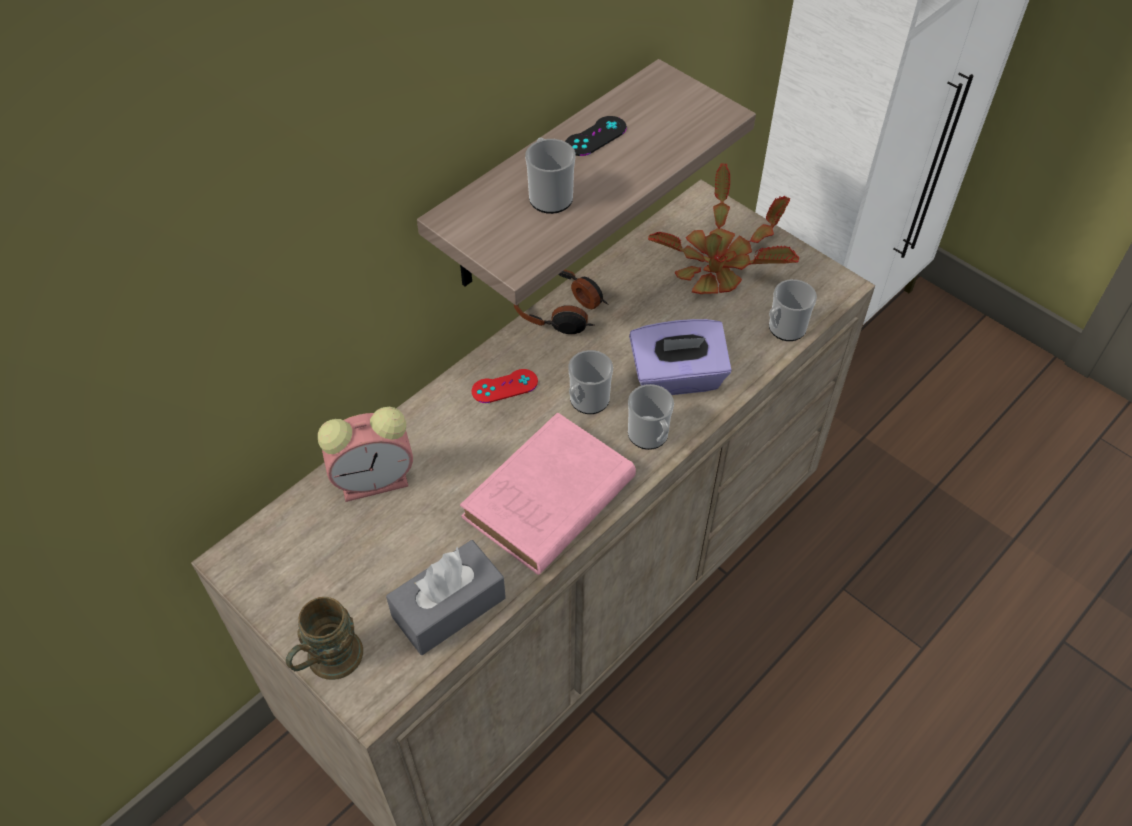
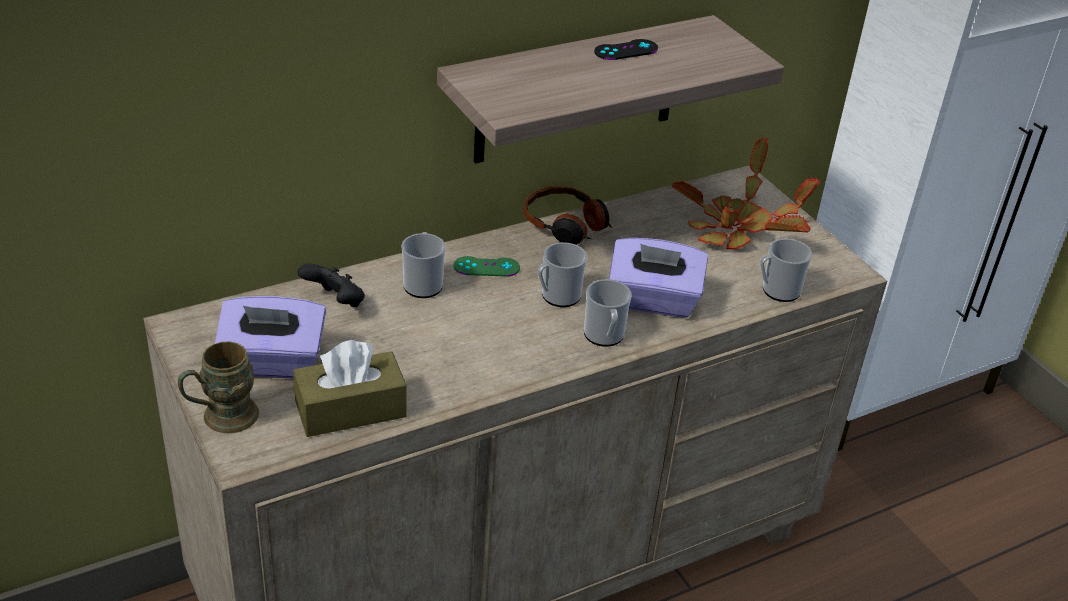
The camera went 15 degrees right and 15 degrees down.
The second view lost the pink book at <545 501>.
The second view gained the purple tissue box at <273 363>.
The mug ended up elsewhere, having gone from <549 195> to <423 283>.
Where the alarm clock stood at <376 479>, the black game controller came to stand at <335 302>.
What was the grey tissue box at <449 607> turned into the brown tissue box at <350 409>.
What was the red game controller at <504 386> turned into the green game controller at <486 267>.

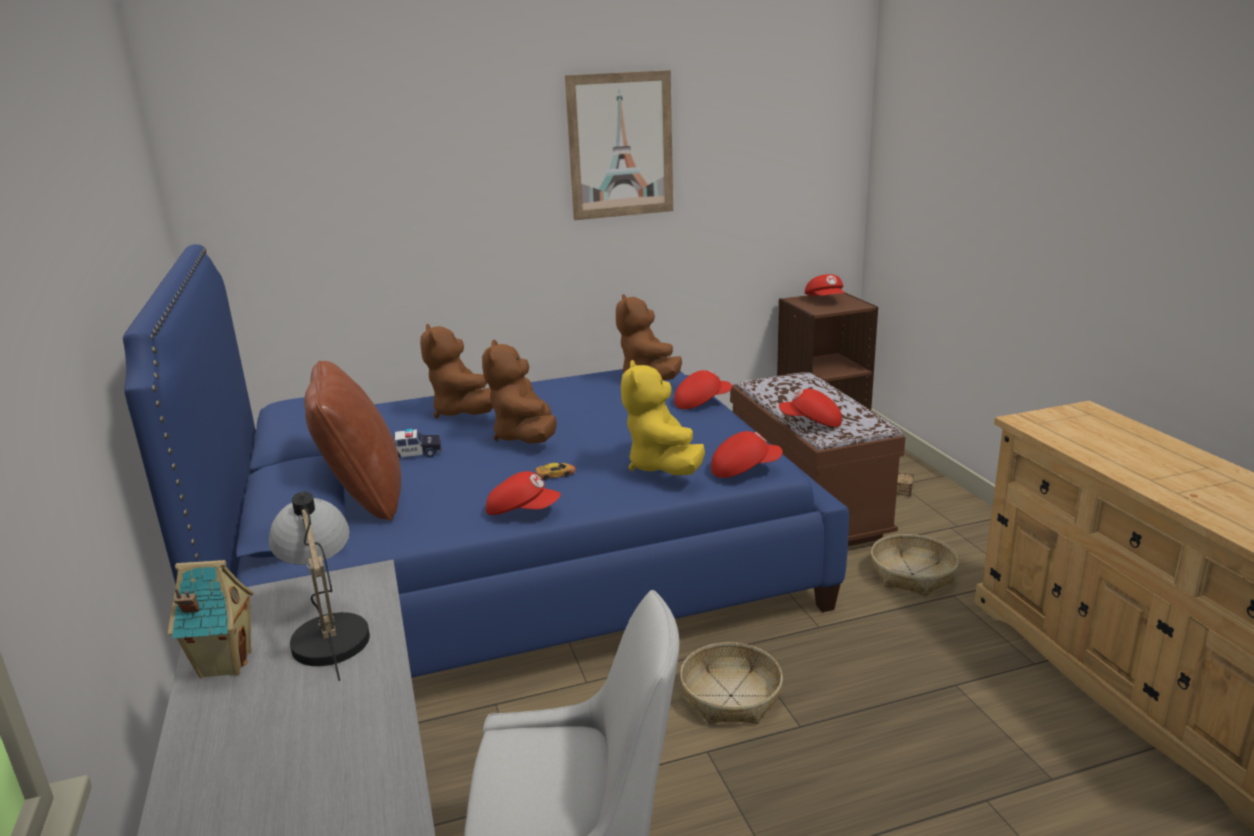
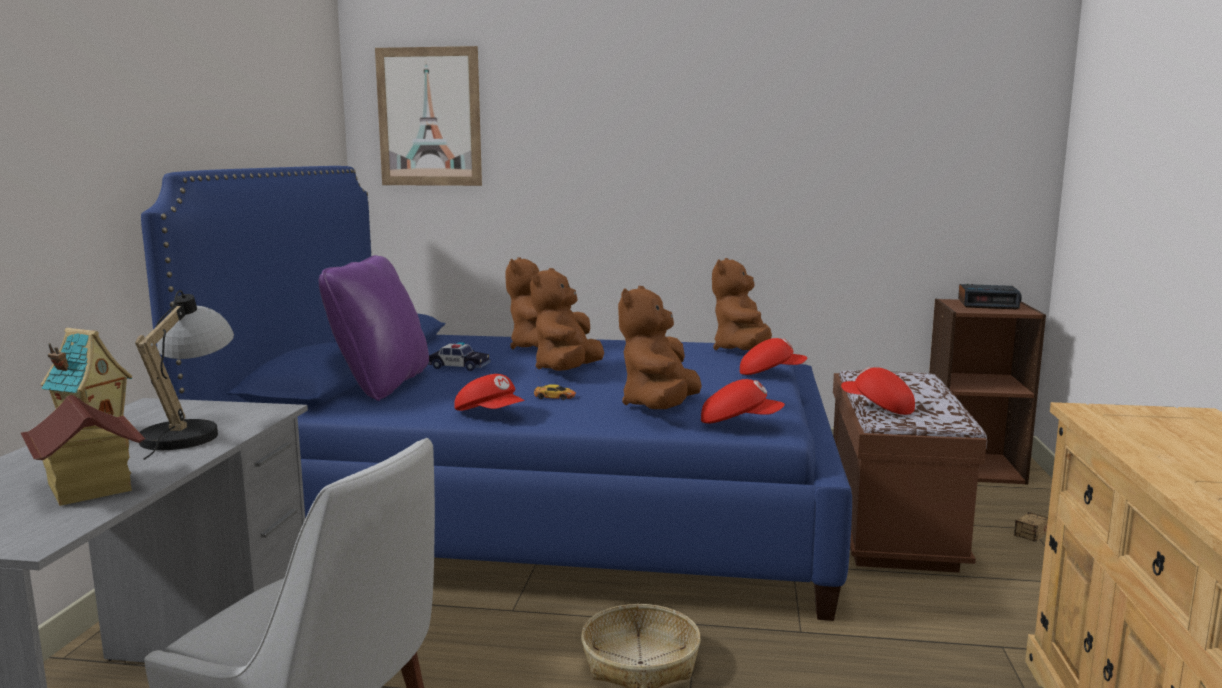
The camera went 25 degrees right and 10 degrees down.
The second view lost the basket at <912 574>.
The second view gained the toy house at <88 488>.
The picture ended up elsewhere, having gone from <620 146> to <429 117>.
Where the red cap stood at <825 300>, the alarm clock came to stand at <988 304>.
What was the brown pillow at <364 497> turned into the purple pillow at <381 385>.
What was the yellow plush toy at <663 467> turned into the brown plush toy at <660 407>.

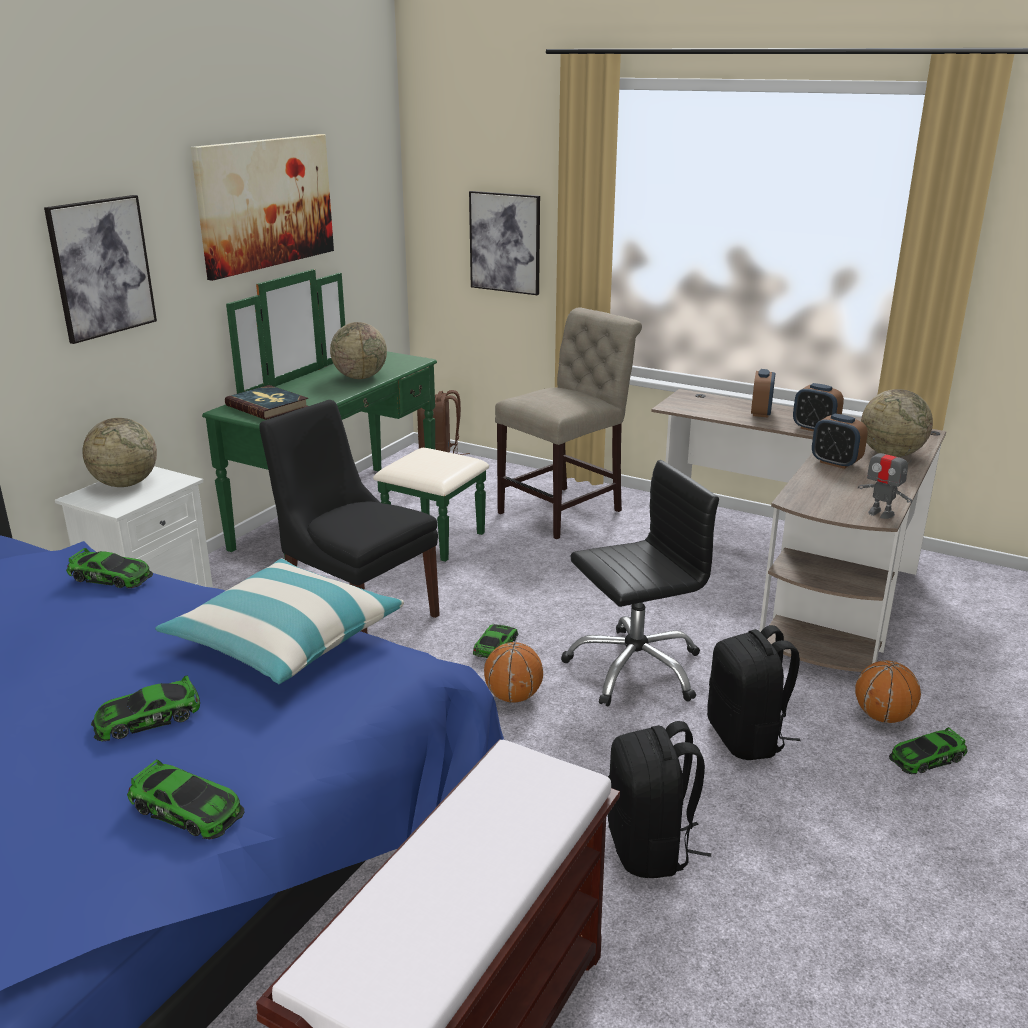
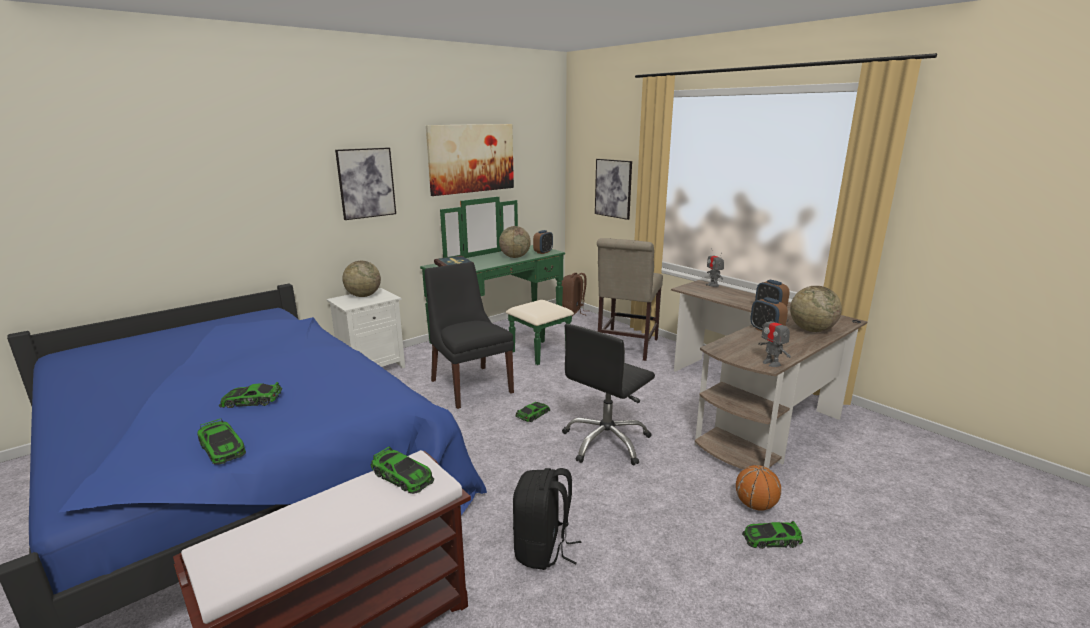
The camera went 20 degrees right and 5 degrees down.
The second view lost the pillow at <285 639>.
The second view lost the basketball at <513 697>.
The second view lost the black backpack at <747 738>.
The second view gained the toy robot at <713 285>.
The toy car ended up elsewhere, having gone from <111 577> to <402 476>.
The alarm clock ended up elsewhere, having gone from <761 413> to <543 252>.
The beige chair at <566 510> ended up facing another way, 135 degrees clockwise from before.
The black office chair at <634 668> ended up facing another way, 135 degrees clockwise from before.

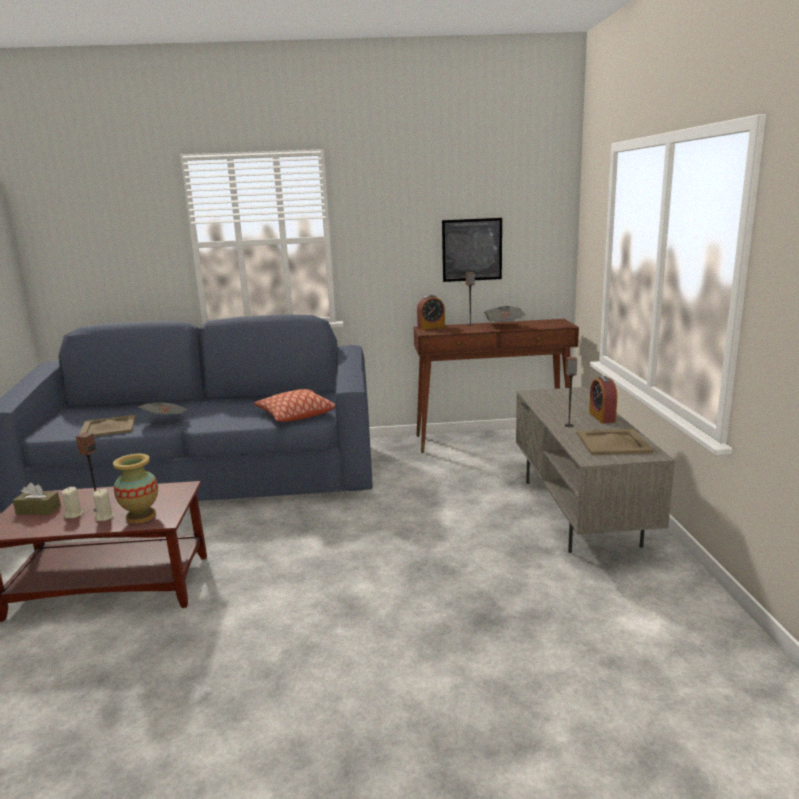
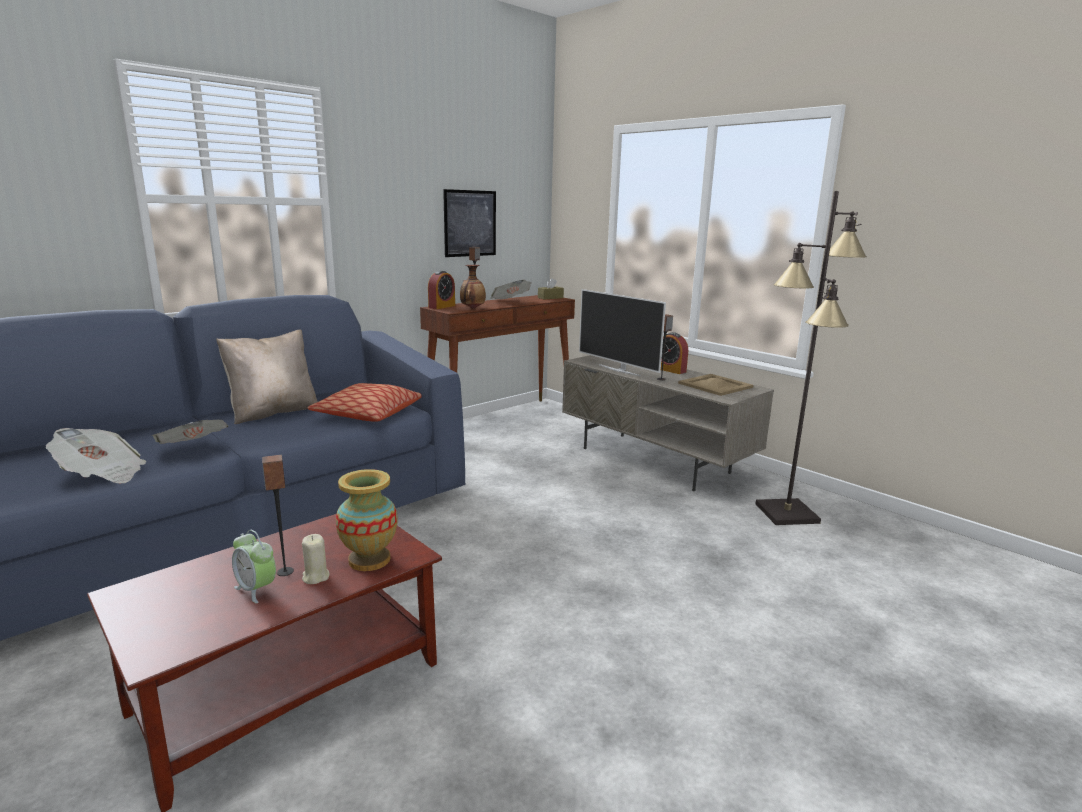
The camera went 40 degrees left and 0 degrees up.
The second view gained the beige pillow at <273 413>.
The second view gained the vase at <472 308>.
The second view gained the television at <619 370>.
The second view gained the black floor lamp at <787 514>.
The brown tissue box ended up elsewhere, having gone from <38 510> to <550 298>.
Where the beige candle stood at <74 514>, the alarm clock came to stand at <256 589>.
Where the beige tray stood at <108 427>, the newspaper came to stand at <102 474>.

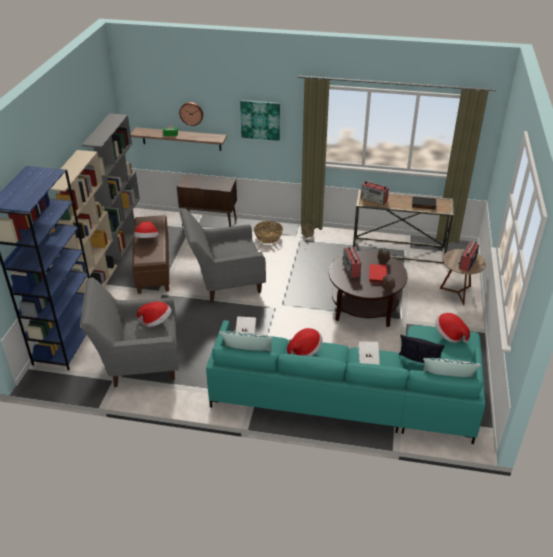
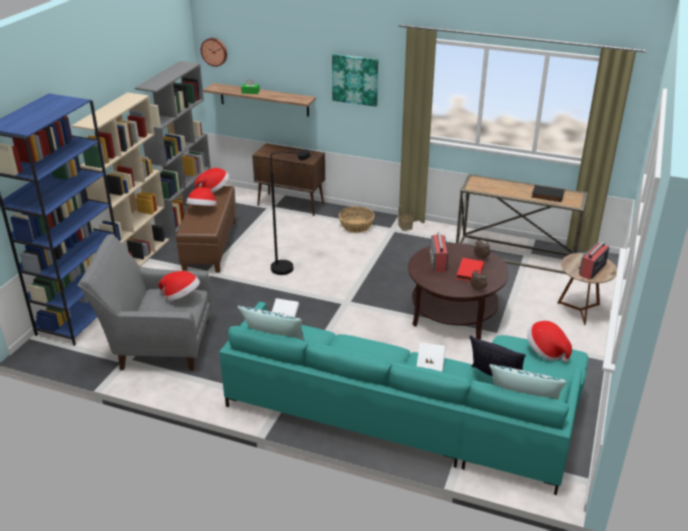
The camera went 10 degrees right and 5 degrees down.
The second view lost the radio at <374 199>.
The wall clock ended up elsewhere, having gone from <191 113> to <214 51>.
The hat ended up elsewhere, having gone from <305 350> to <214 190>.
Where the grey armchair stood at <224 281>, the black floor lamp came to stand at <288 268>.

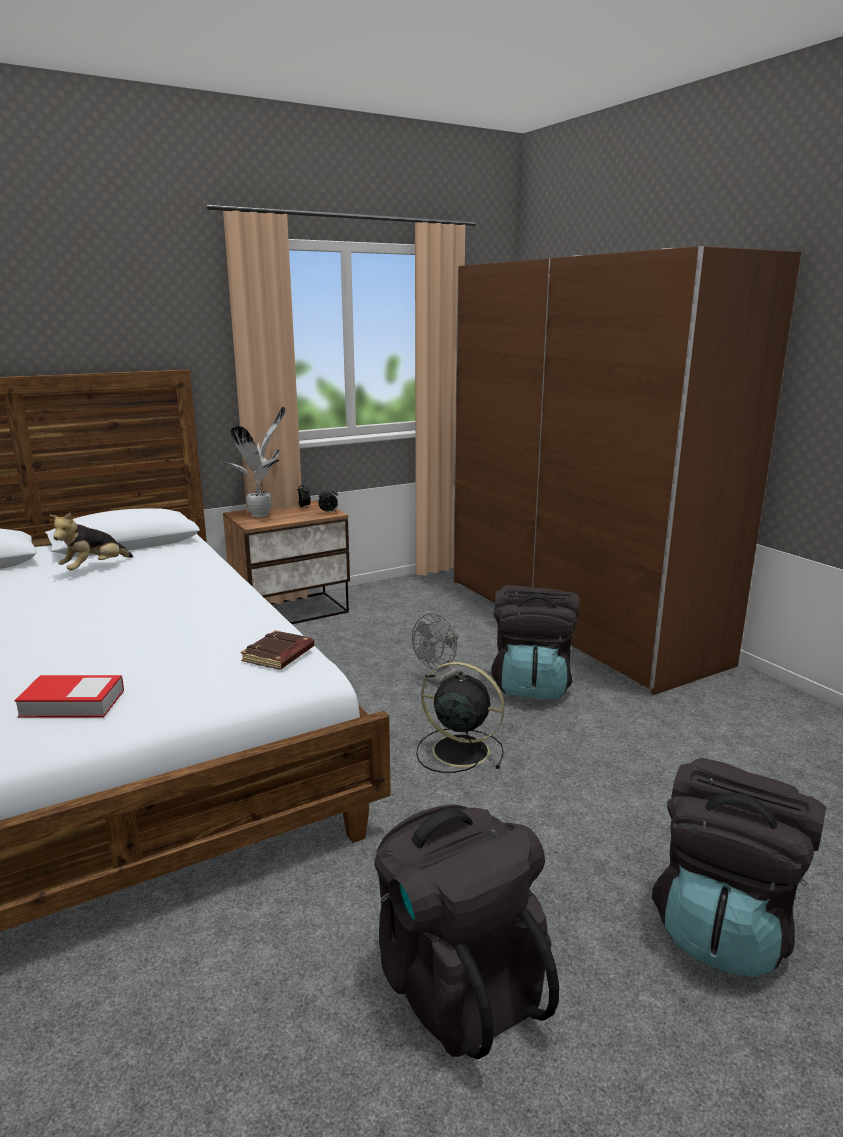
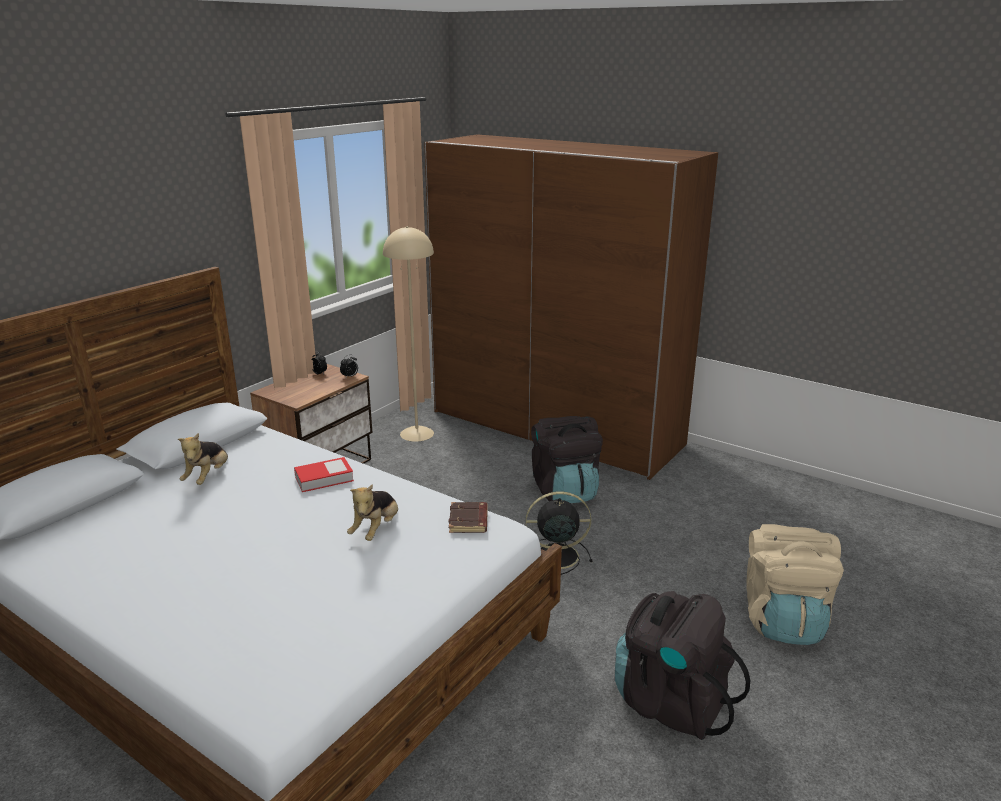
The camera went 25 degrees left and 5 degrees up.
The second view lost the potted plant at <262 515>.
The second view lost the grey fan at <438 679>.
The second view gained the plush toy at <376 529>.
The second view gained the beige floor lamp at <417 433>.
The book ended up elsewhere, having gone from <72 703> to <324 479>.
What was the black backpack at <724 925> turned into the beige backpack at <783 620>.

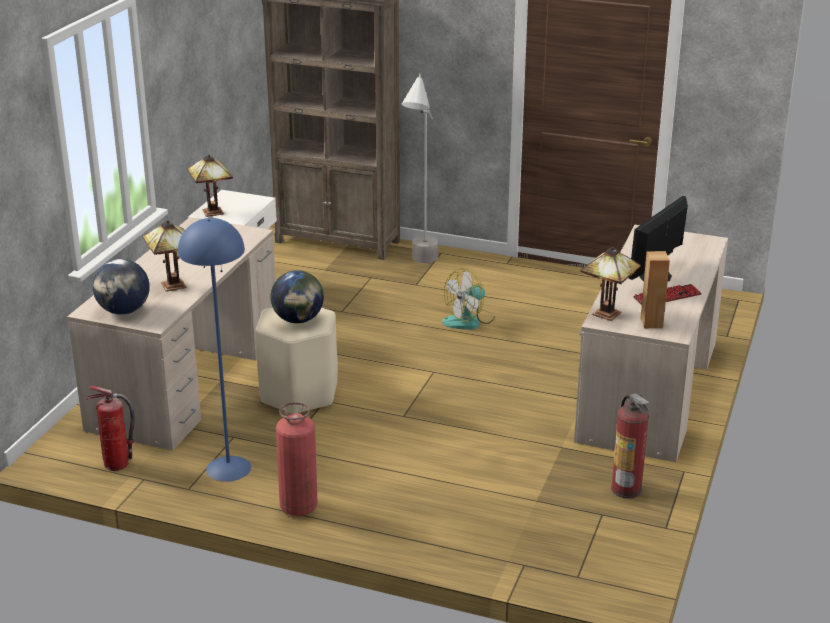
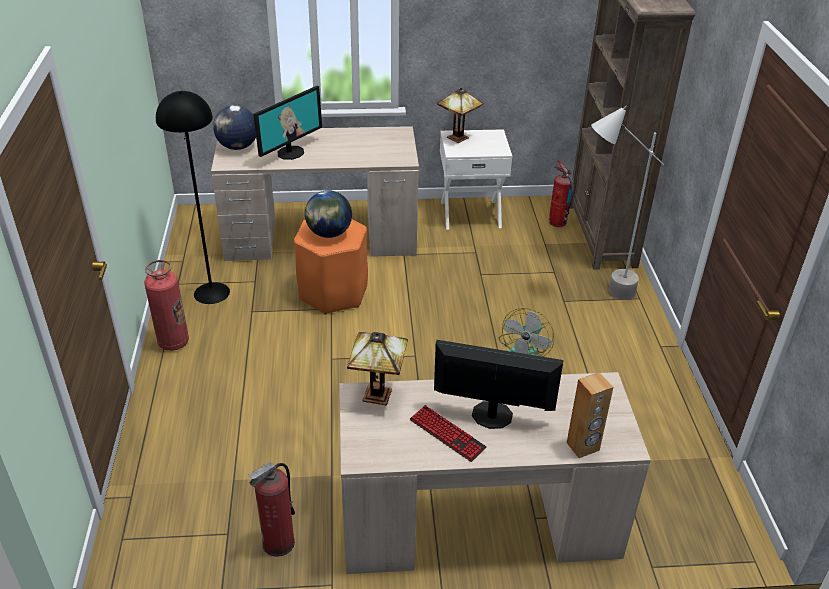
The camera went 65 degrees right and 10 degrees up.
The fire extinguisher ended up elsewhere, having gone from <117 464> to <557 222>.
The brown speaker ended up elsewhere, having gone from <652 323> to <583 447>.
Where the table lamp stood at <172 285>, the monitor came to stand at <290 152>.
What was the blue floor lamp at <228 468> turned into the black floor lamp at <211 292>.
What was the beige stool at <299 394> turned into the orange stool at <333 293>.
The fan at <469 320> ended up facing another way, 90 degrees counterclockwise from before.

